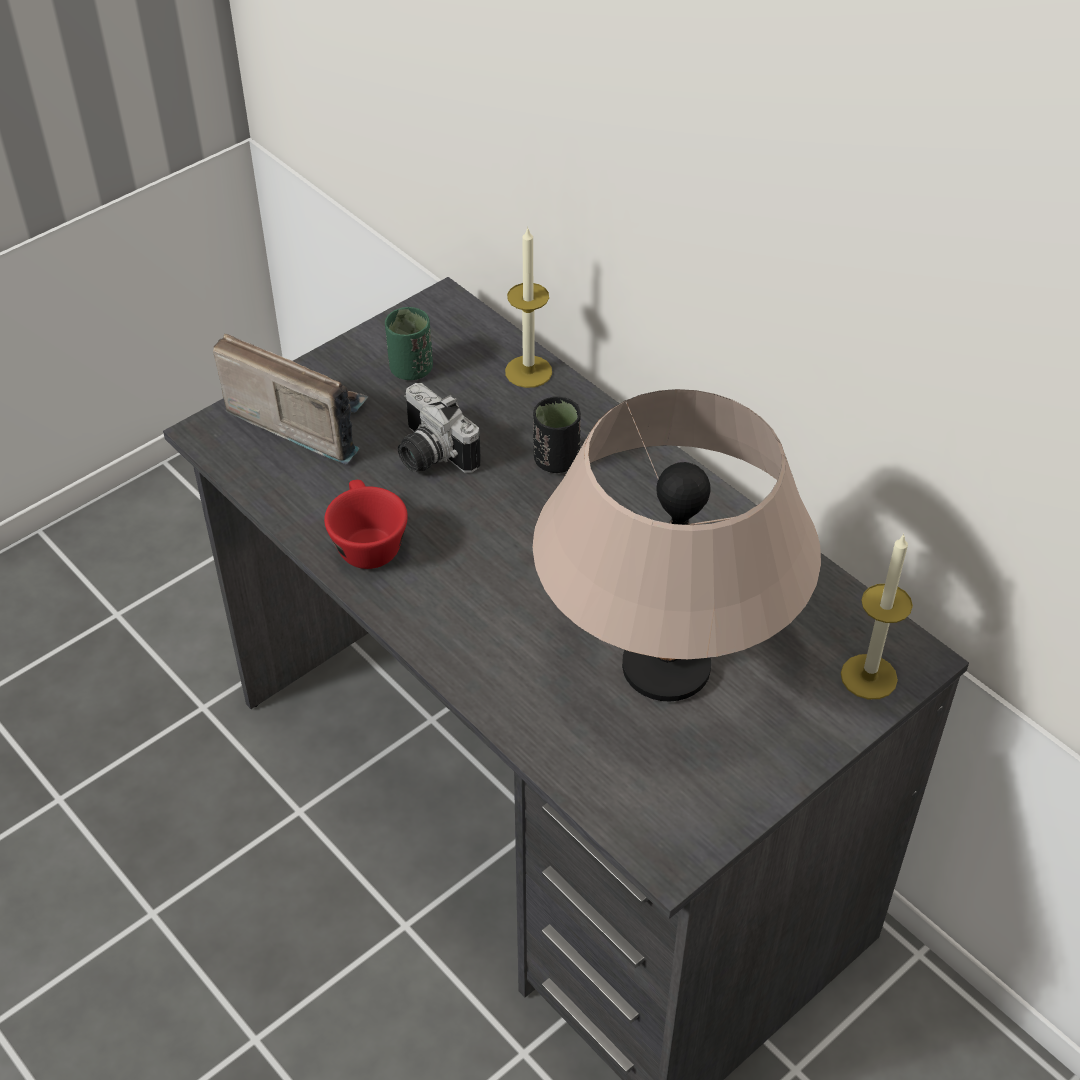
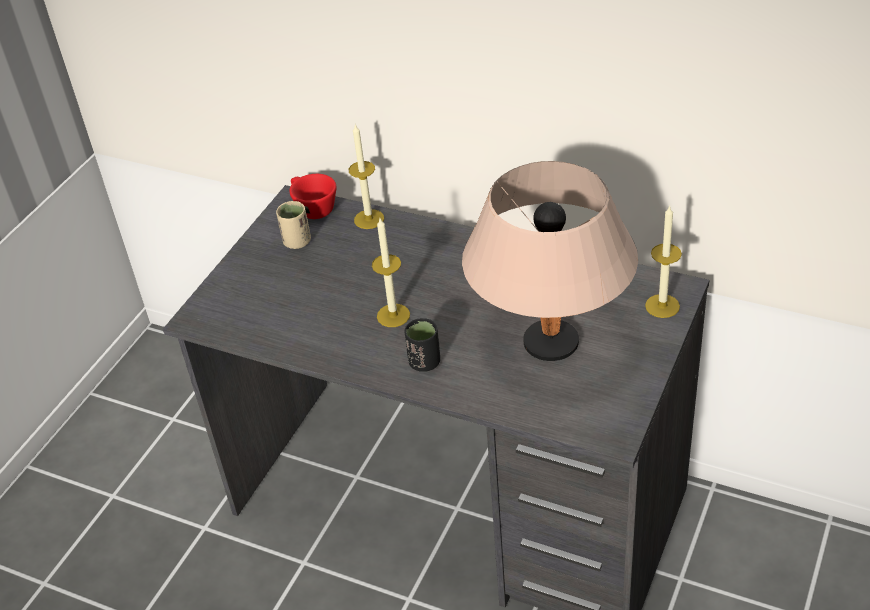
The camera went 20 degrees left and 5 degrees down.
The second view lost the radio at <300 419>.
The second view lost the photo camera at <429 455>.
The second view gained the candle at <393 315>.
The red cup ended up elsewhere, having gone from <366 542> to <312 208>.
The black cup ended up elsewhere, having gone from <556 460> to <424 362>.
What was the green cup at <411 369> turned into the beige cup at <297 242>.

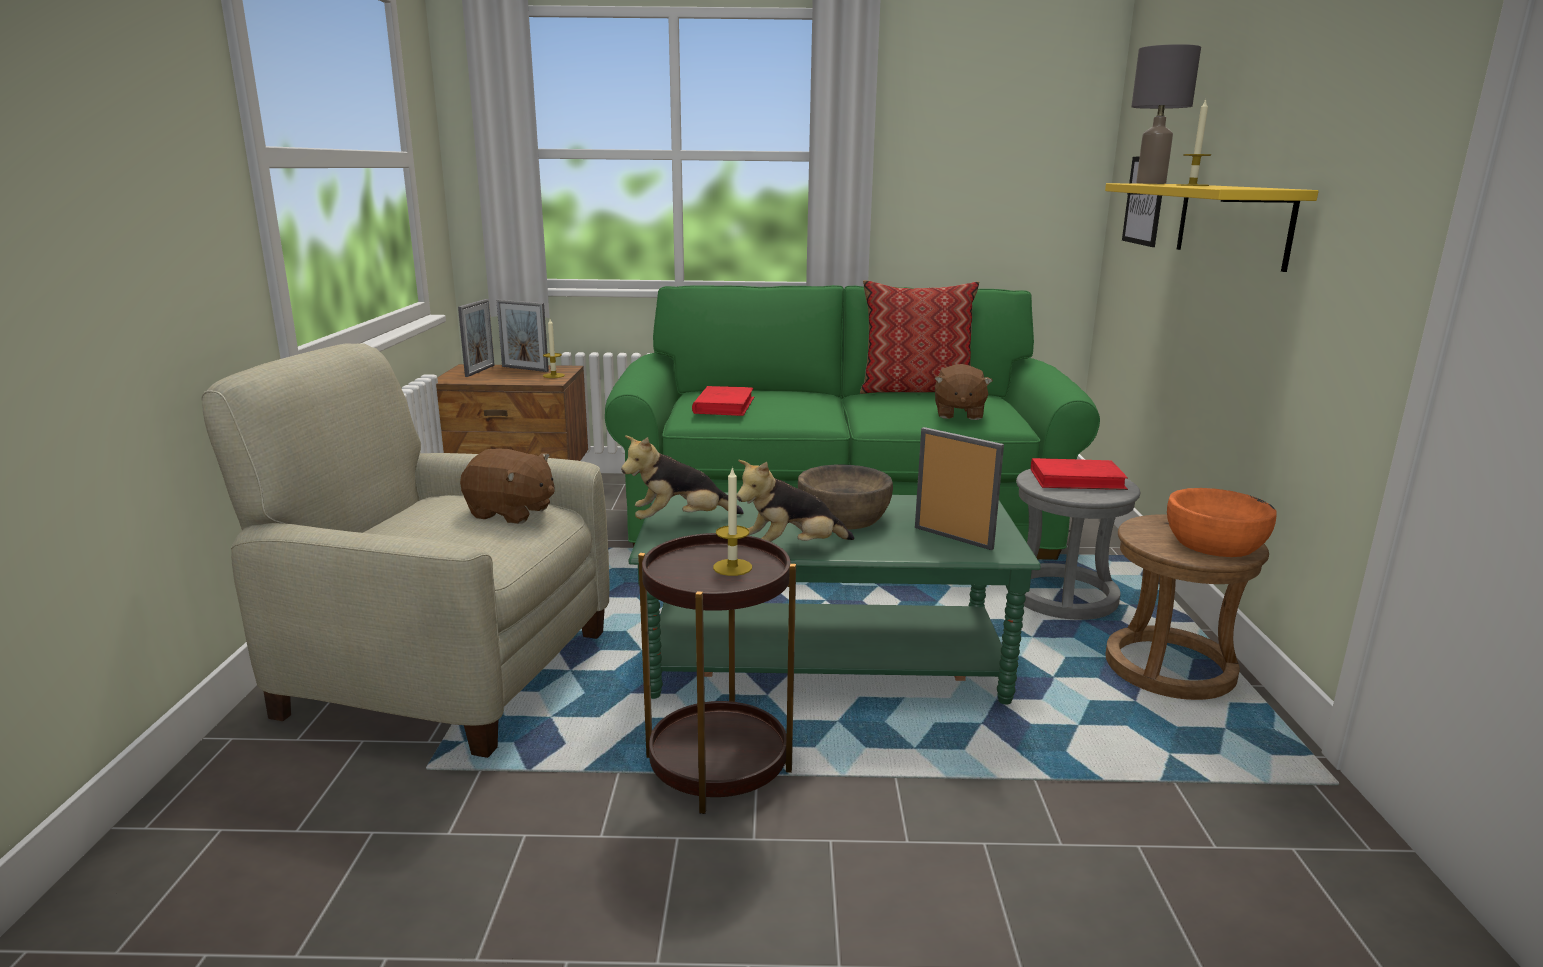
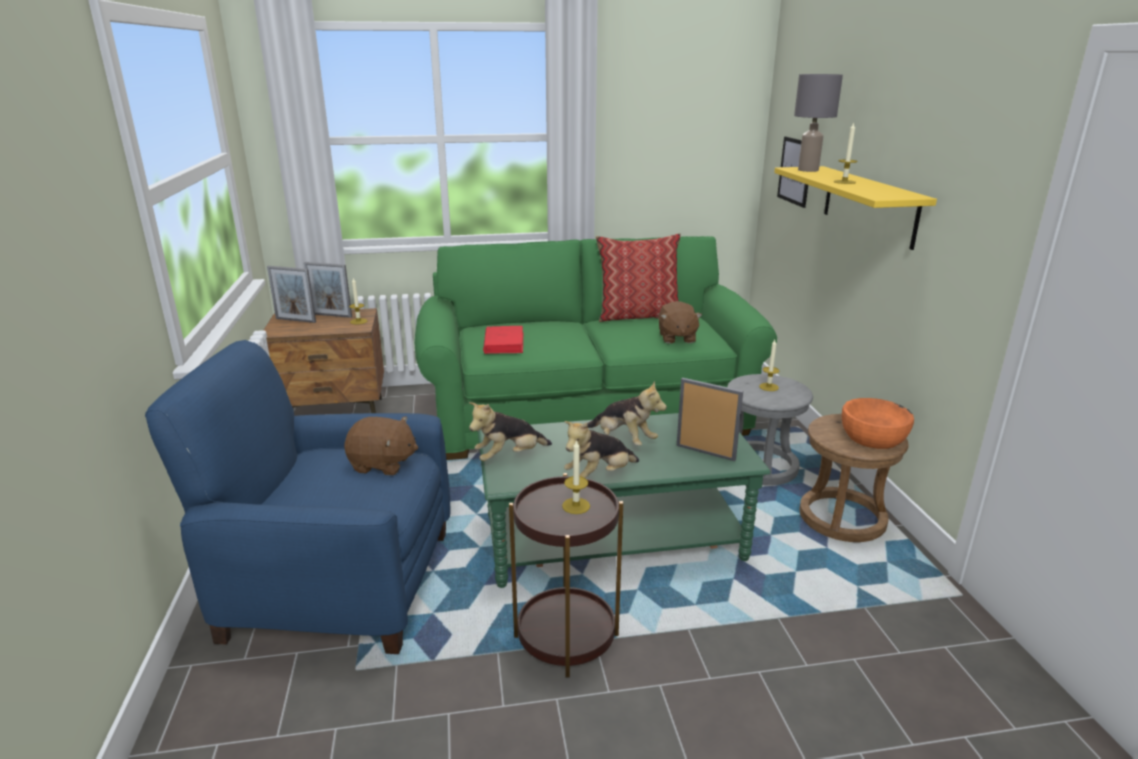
The camera went 10 degrees left and 5 degrees up.
Where the brown bowl stood at <843 517>, the plush toy came to stand at <623 440>.
Where the red book stood at <1077 479>, the candle came to stand at <768 387>.
What was the beige armchair at <446 671> turned into the blue armchair at <338 583>.
The picture frame at <480 371> ended up facing another way, 105 degrees clockwise from before.

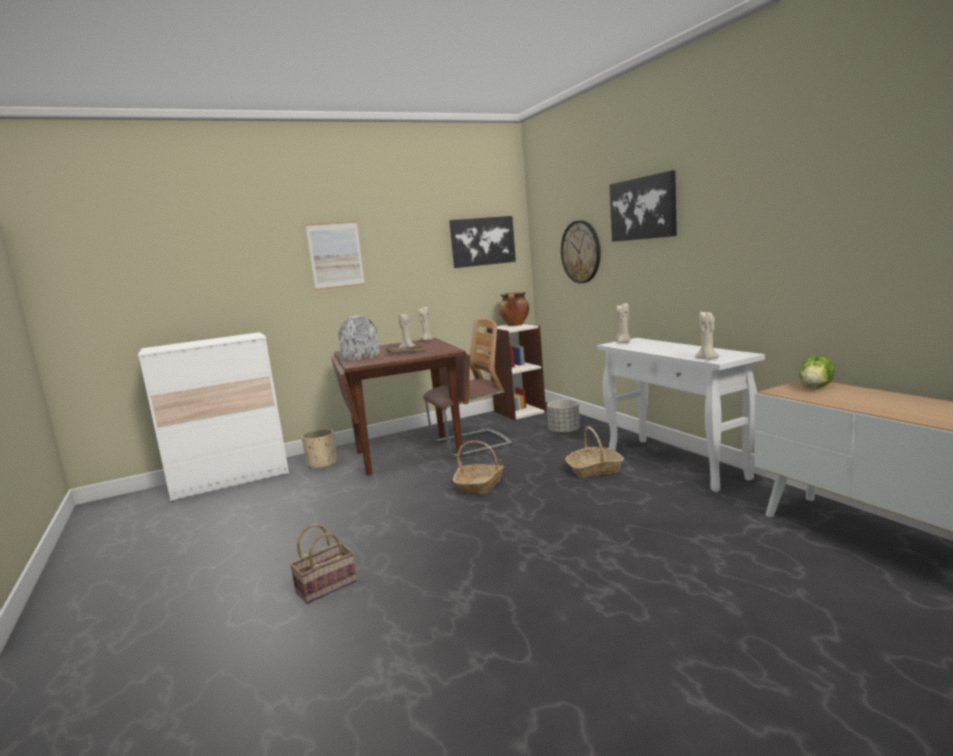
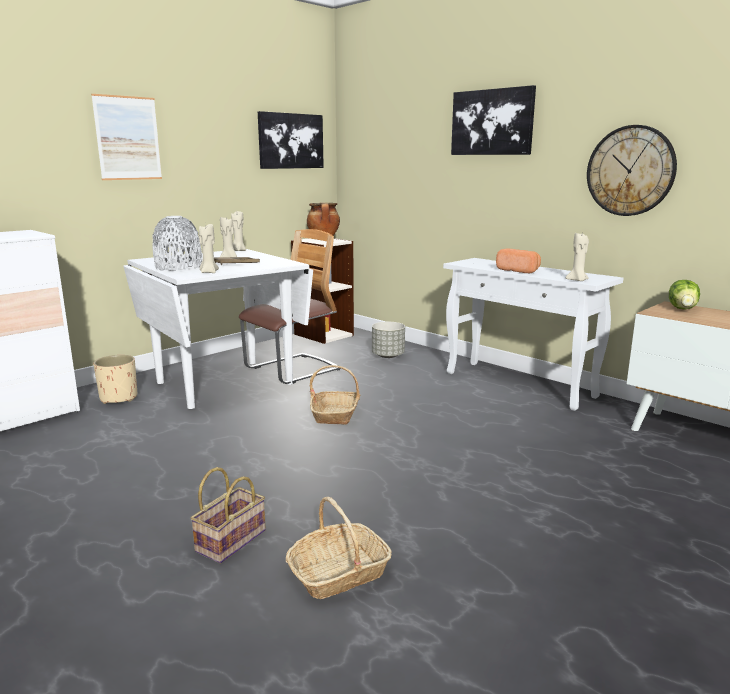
The camera went 20 degrees left and 5 degrees up.
The second view gained the bread at <519 270>.
The wall clock ended up elsewhere, having gone from <581 252> to <630 171>.
The basket ended up elsewhere, having gone from <594 470> to <339 573>.
The beige candle ended up elsewhere, having gone from <623 342> to <208 272>.
What was the brown dining table at <408 454> turned into the white dining table at <224 382>.

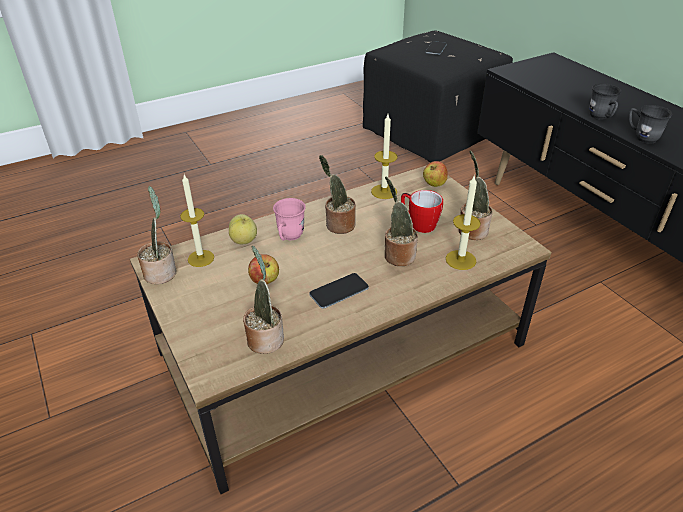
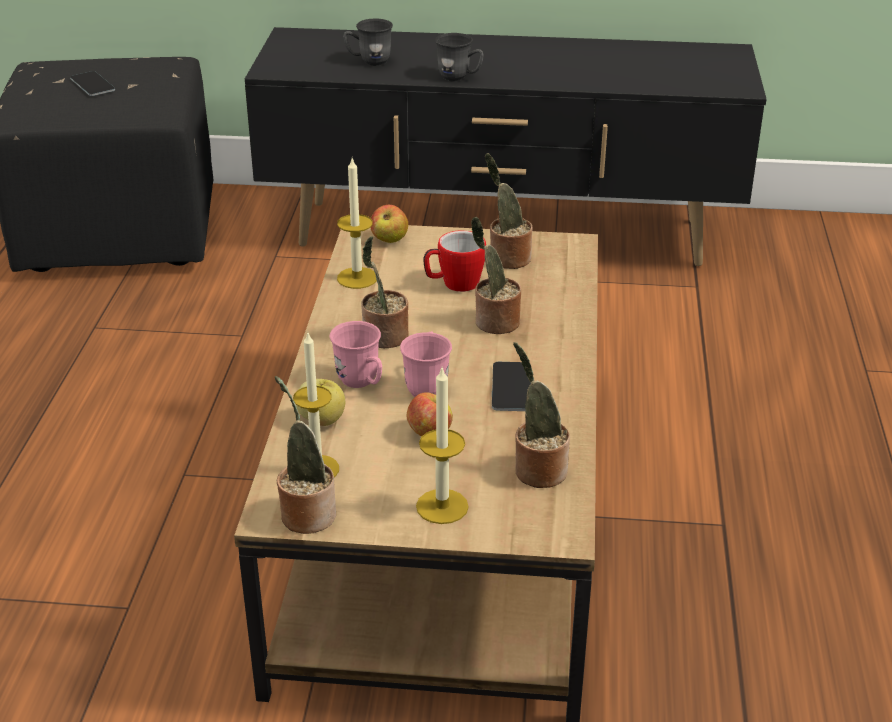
The camera went 55 degrees left and 5 degrees down.
The second view gained the pink mug at <427 385>.
The candle ended up elsewhere, having gone from <460 260> to <442 506>.
The grey mug ended up elsewhere, having gone from <641 137> to <369 62>.

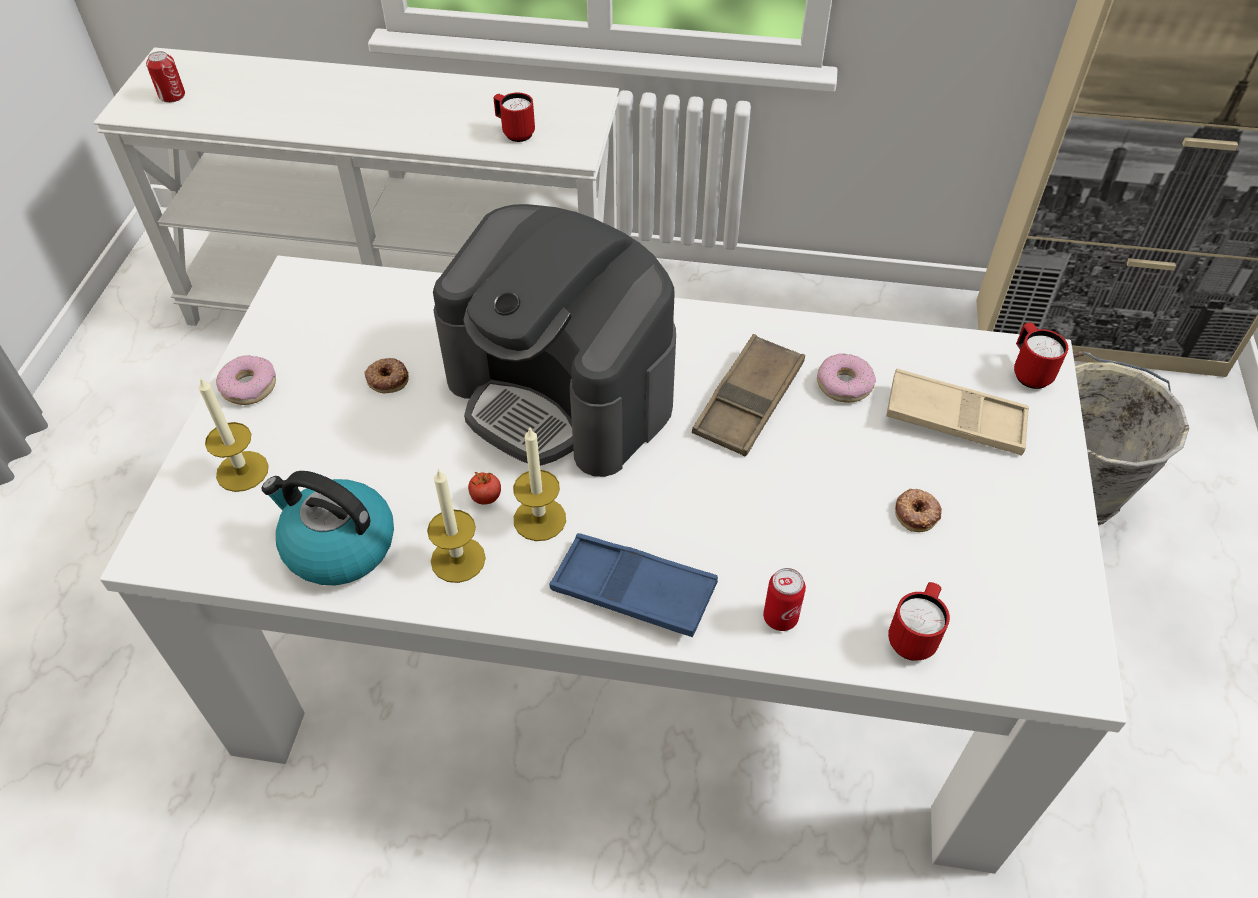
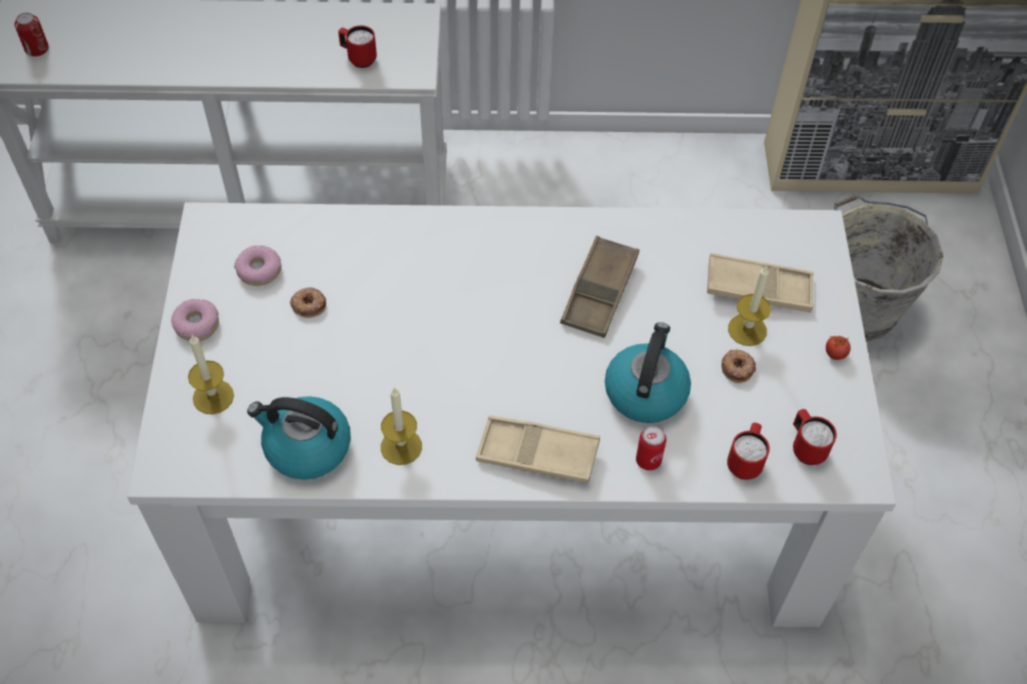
The camera went 10 degrees left and 5 degrees up.
The second view lost the coffee machine at <562 392>.
The second view gained the kettle at <645 391>.
The tomato ended up elsewhere, having gone from <486 497> to <835 354>.
The candle ended up elsewhere, having gone from <539 519> to <747 330>.
The donut ended up elsewhere, having gone from <844 384> to <259 270>.
The red mug ended up elsewhere, having gone from <1028 372> to <805 448>.
What was the blue tray at <633 591> turned into the beige tray at <537 454>.

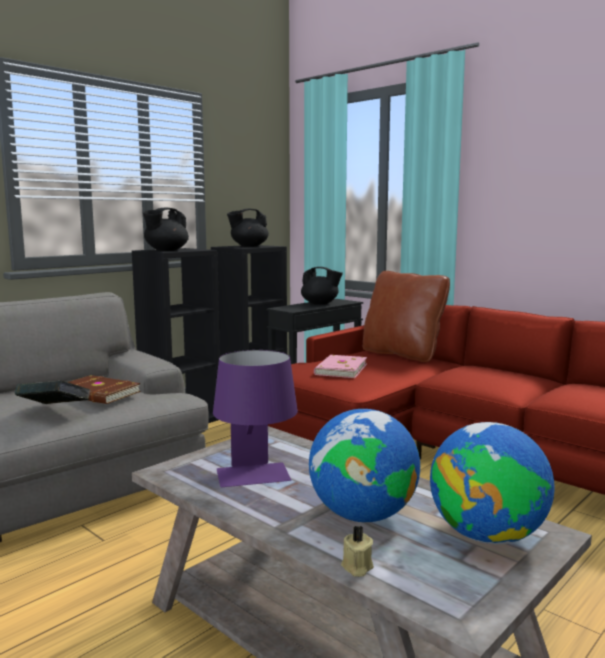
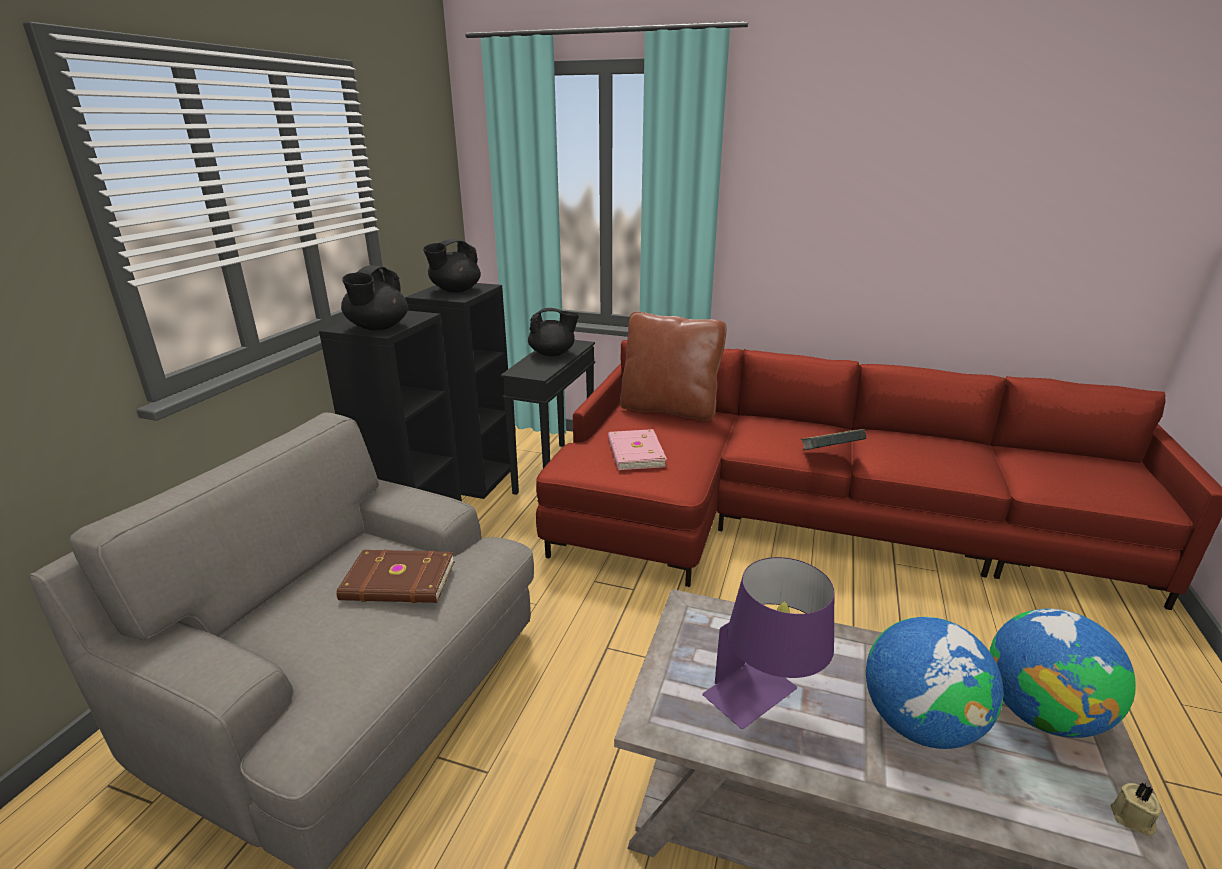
The camera went 25 degrees left and 15 degrees up.
The book ended up elsewhere, having gone from <54 411> to <829 455>.
The beige candle ended up elsewhere, having gone from <356 567> to <1132 819>.

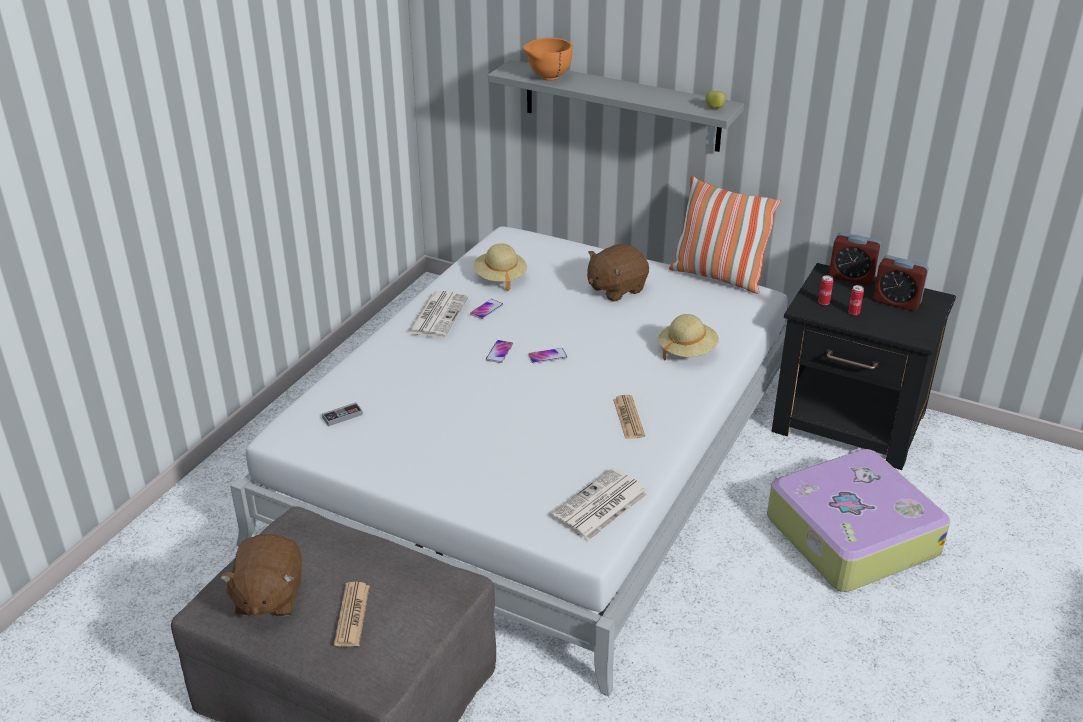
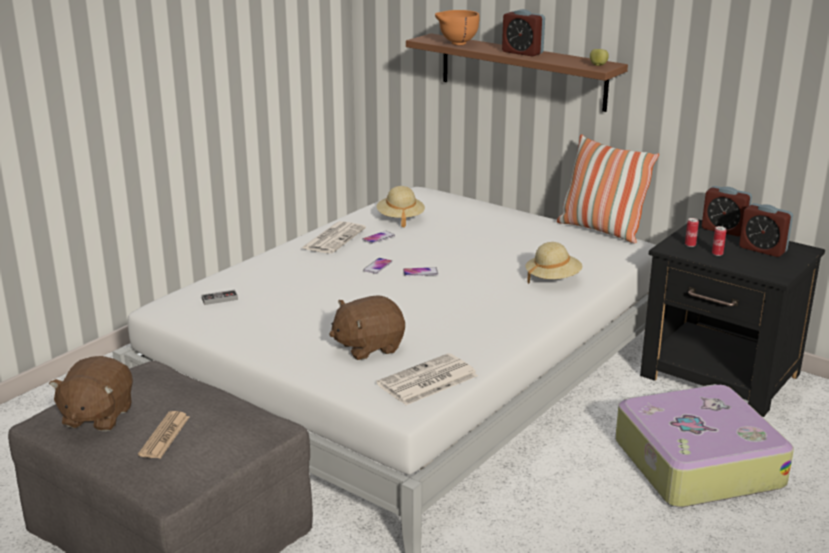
The camera went 10 degrees right and 10 degrees down.
The second view lost the newspaper at <628 418>.
The second view gained the alarm clock at <522 52>.
The brown plush toy ended up elsewhere, having gone from <615 289> to <368 347>.
What was the grey shelf at <621 105> turned into the brown shelf at <522 72>.

